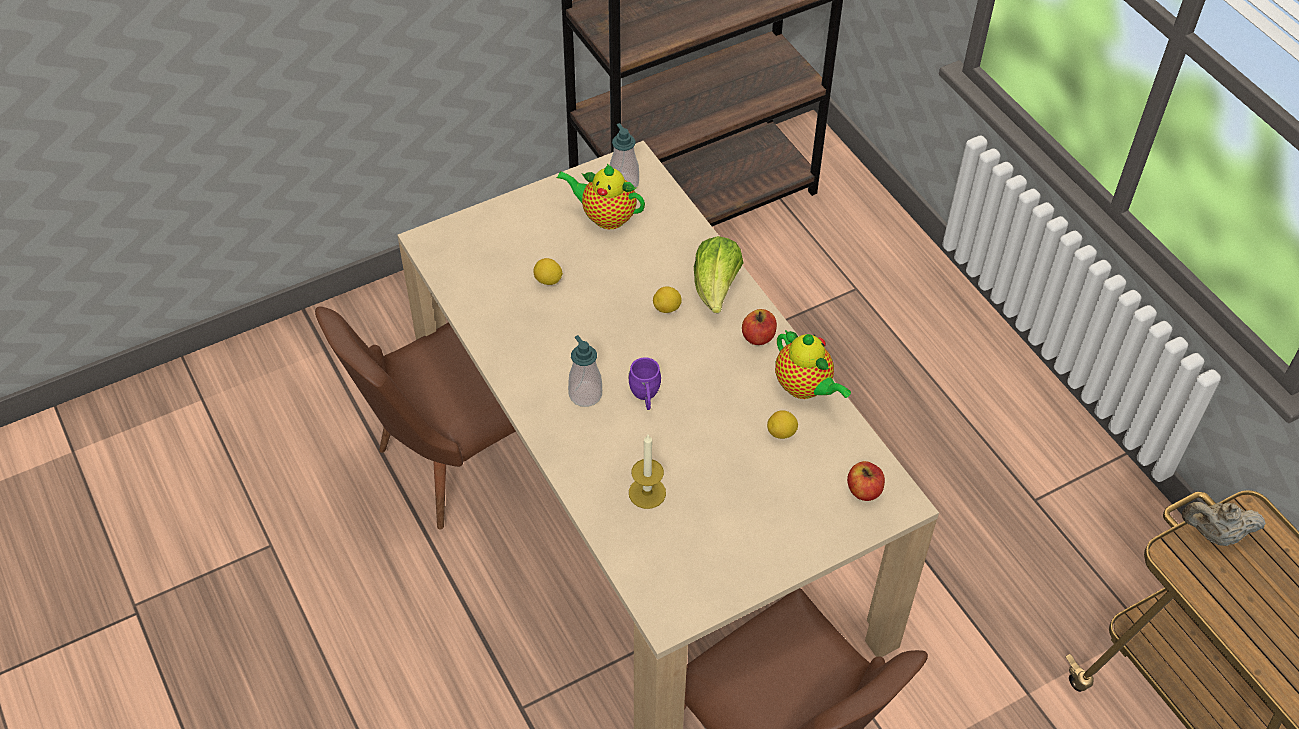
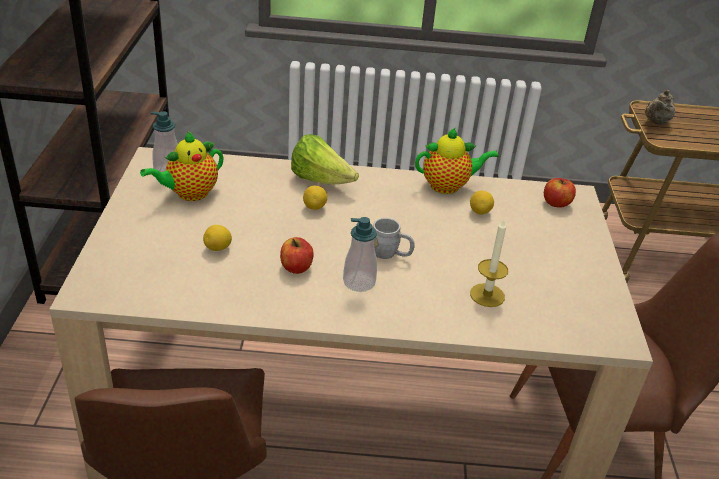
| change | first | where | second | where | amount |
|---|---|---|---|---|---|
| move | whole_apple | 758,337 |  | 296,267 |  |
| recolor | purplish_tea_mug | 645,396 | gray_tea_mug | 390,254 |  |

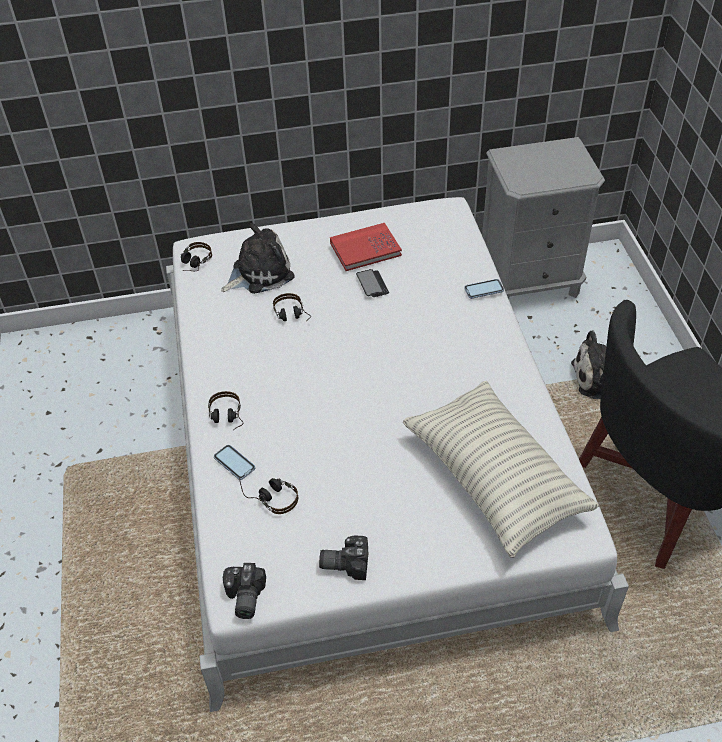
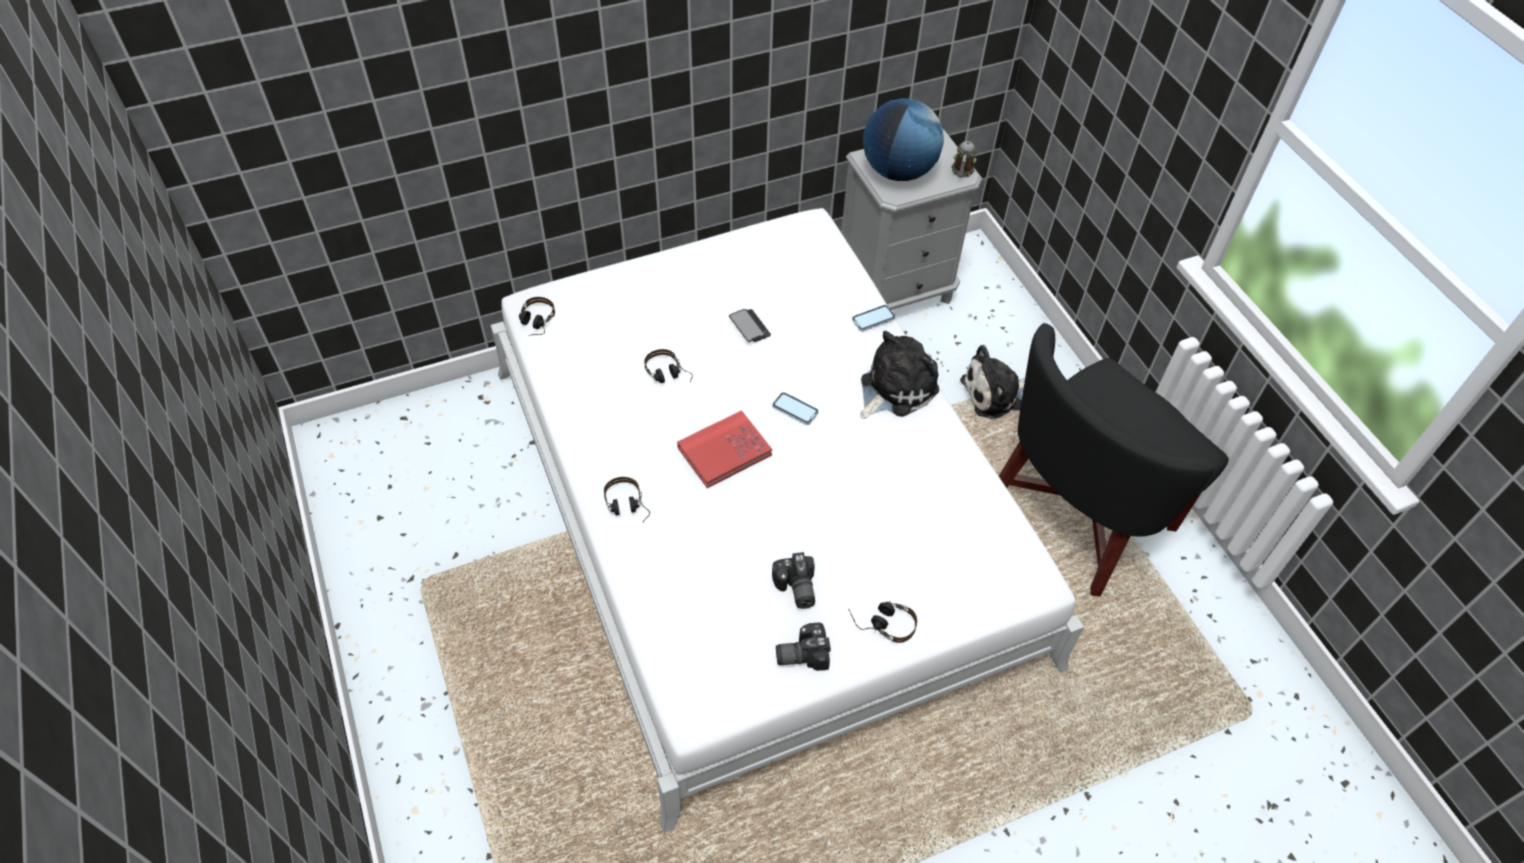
| change | first | where | second | where | amount |
|---|---|---|---|---|---|
| move | cuddly_toy | 259,273 |  | 894,388 |  |
| move | red_book | 365,249 |  | 724,451 |  |
| delete | pillow | 494,479 |  |  |  |
| move | handset | 234,463 |  | 795,409 |  |
| move | headset | 270,496 |  | 882,622 |  |
| move | photo_camera | 243,598 |  | 795,589 |  |
| insert |  |  | world_globe | 898,171 |  |
| insert |  |  | tea_mug | 961,173 |  |

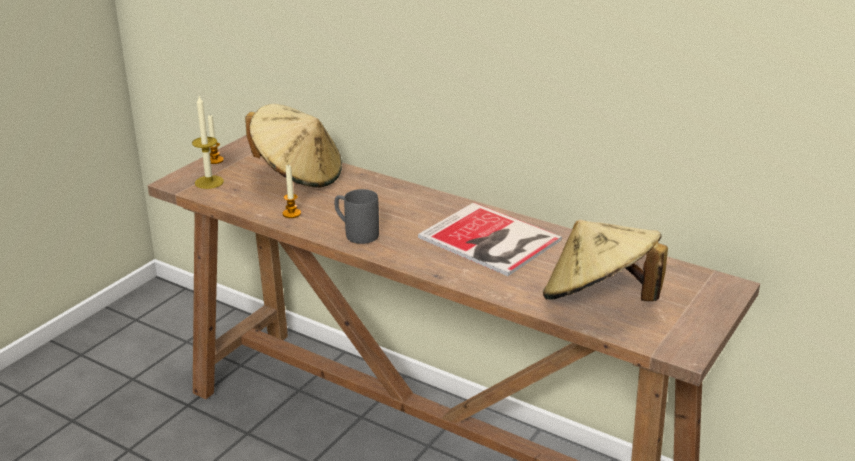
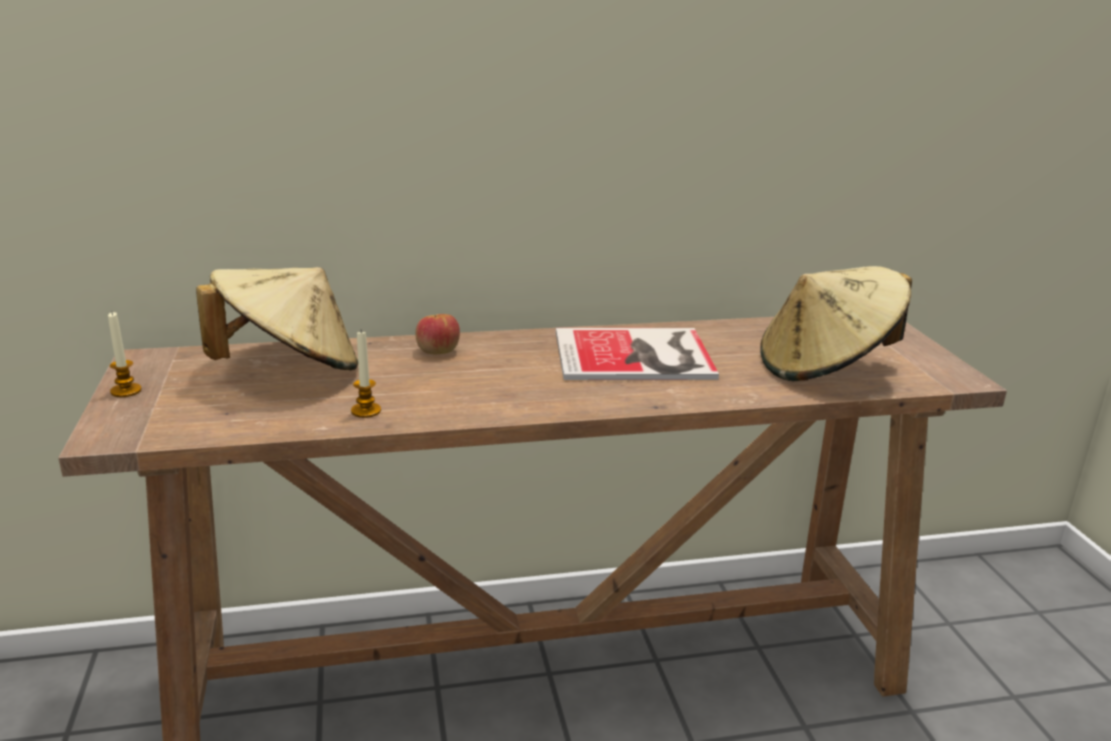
| change | first | where | second | where | amount |
|---|---|---|---|---|---|
| delete | wax_light | 209,182 |  |  |  |
| delete | gray_tea_mug | 355,233 |  |  |  |
| insert |  |  | whole_apple | 437,351 |  |

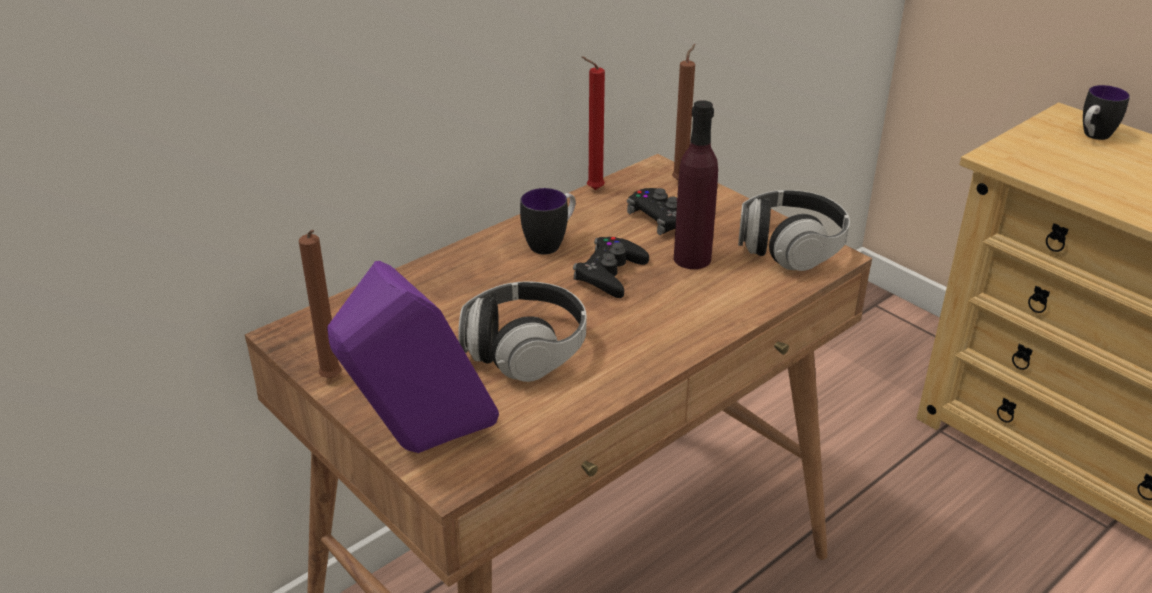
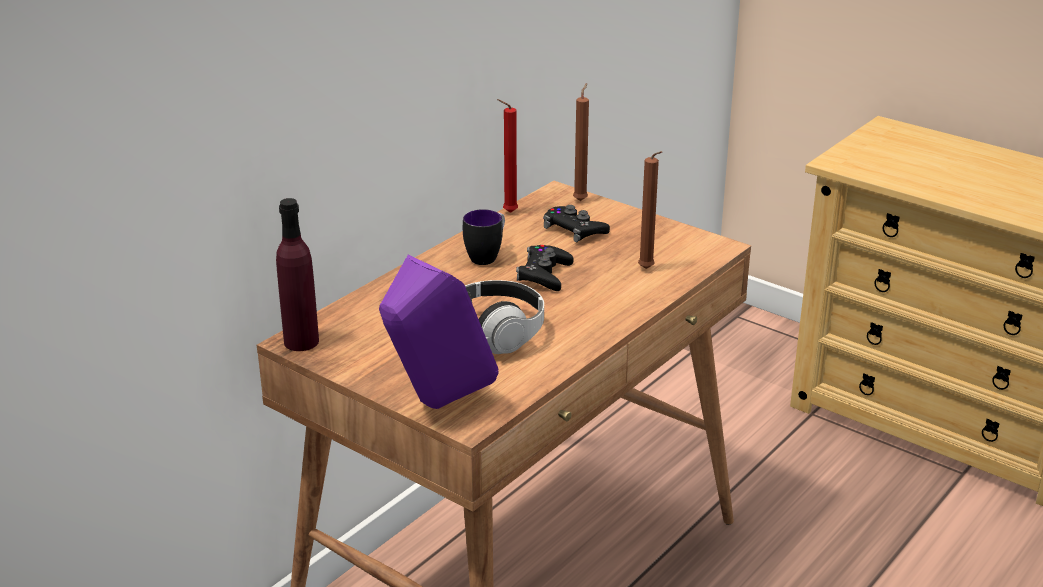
| change | first | where | second | where | amount |
|---|---|---|---|---|---|
| delete | tea_mug | 1093,137 |  |  |  |
| move | purplish_drink_bottle | 692,258 |  | 301,341 |  |
| delete | headset | 790,248 |  |  |  |
| move | brownish_wax_light | 332,380 |  | 647,270 |  |

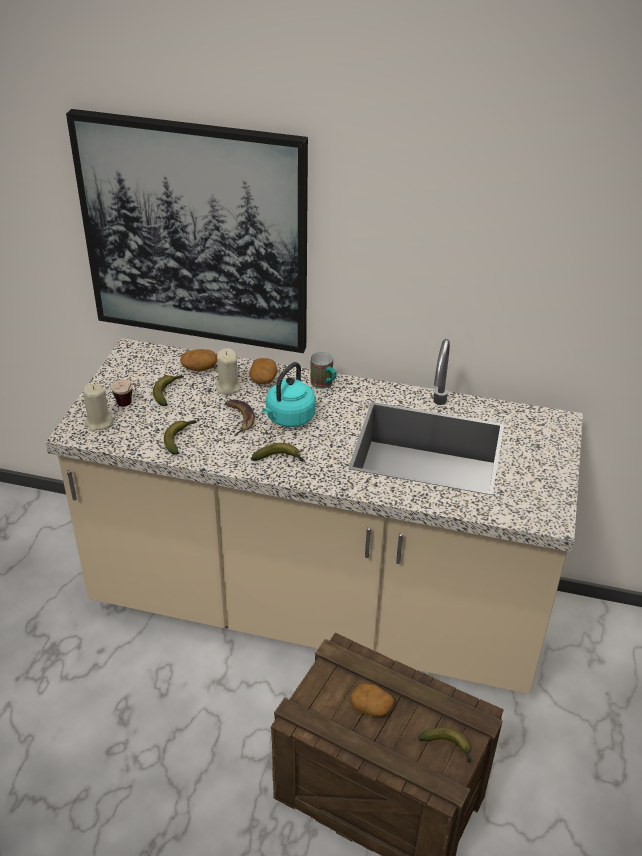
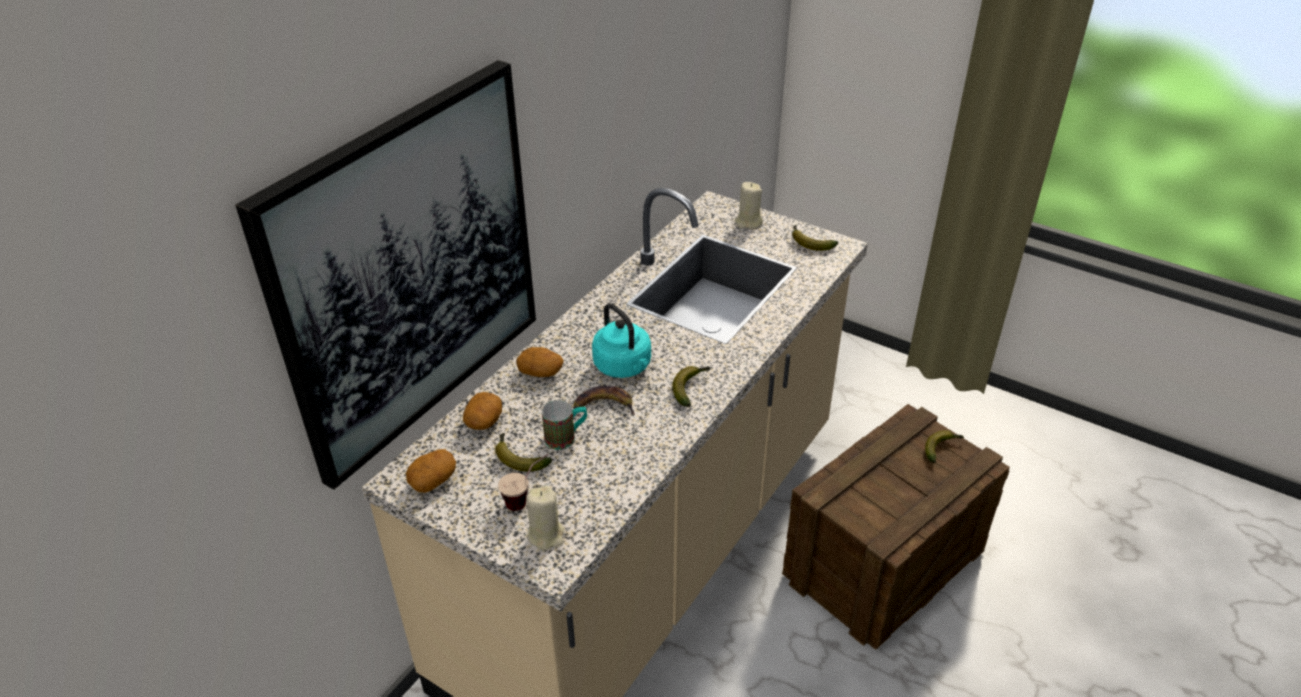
| change | first | where | second | where | amount |
|---|---|---|---|---|---|
| move | beige-coloured_wax_light | 228,387 |  | 748,222 |  |
| move | tea_mug | 324,384 |  | 566,437 |  |
| move | banana | 180,439 |  | 809,242 |  |
| move | spud | 371,707 |  | 433,480 |  |

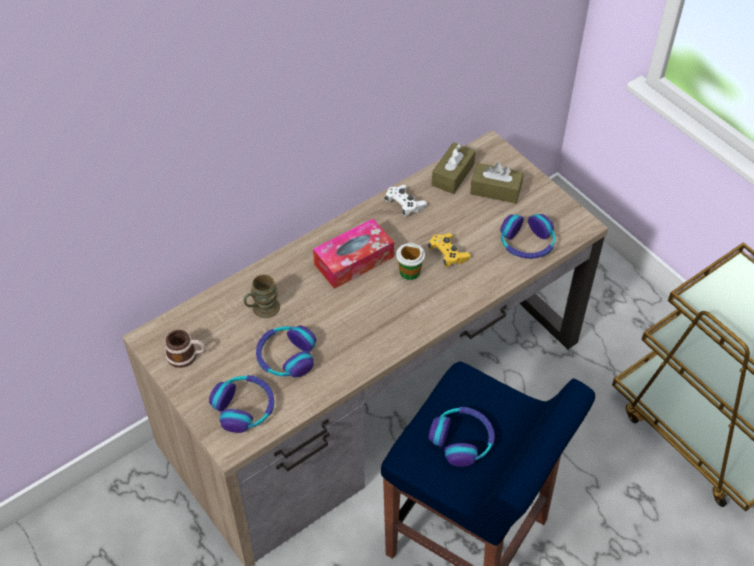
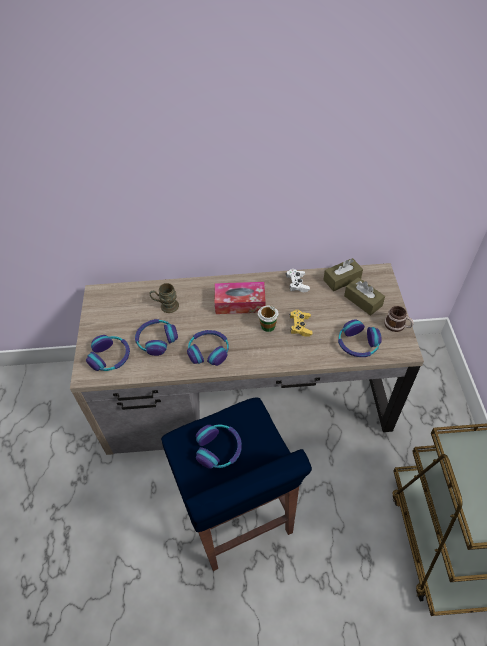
| change | first | where | second | where | amount |
|---|---|---|---|---|---|
| move | tea_mug | 186,356 |  | 397,325 |  |
| insert |  |  | headset | 208,351 |  |

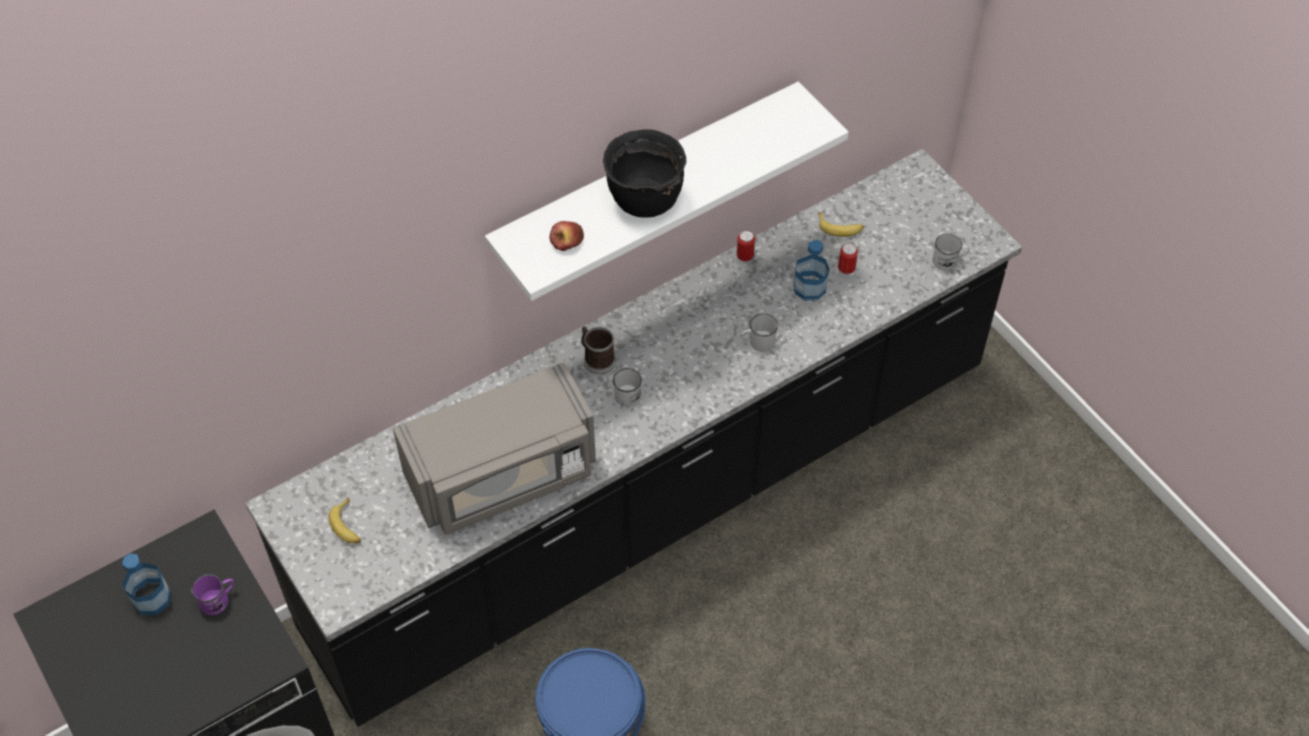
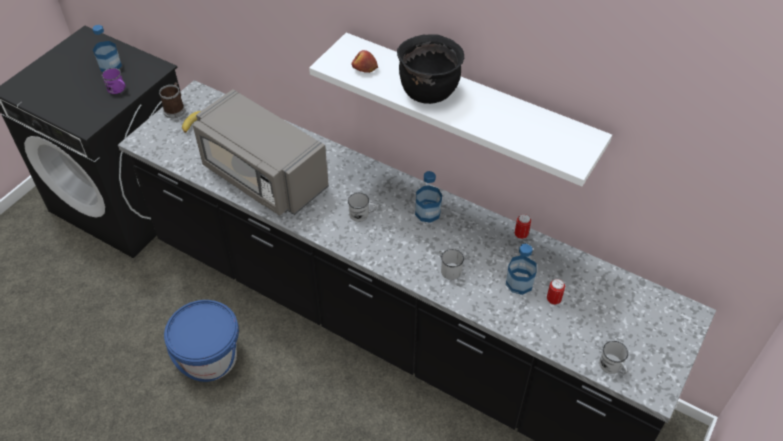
| change | first | where | second | where | amount |
|---|---|---|---|---|---|
| delete | banana | 840,228 |  |  |  |
| move | tea_mug | 597,359 |  | 175,109 |  |
| insert |  |  | drink_bottle | 427,212 |  |

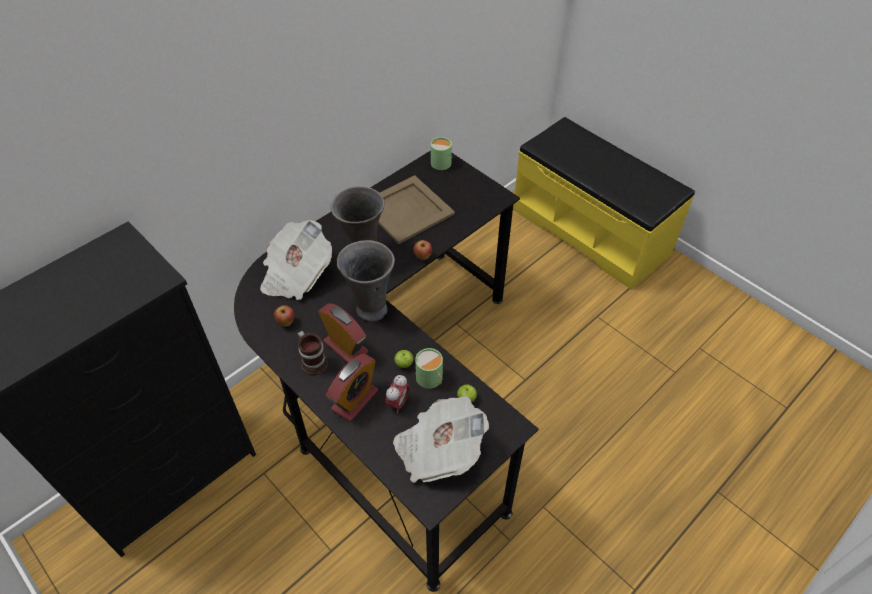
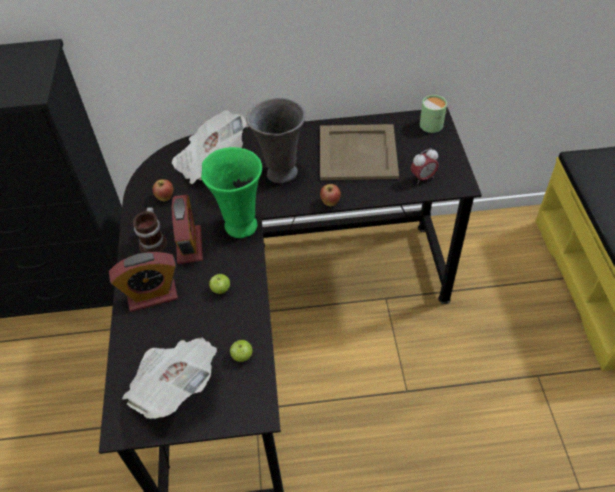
| change | first | where | second | where | amount |
|---|---|---|---|---|---|
| recolor | gray_vase | 370,309 | green_vase | 240,225 |  |
| delete | green_tea_mug | 430,379 |  |  |  |
| move | bedside_clock | 398,403 |  | 423,178 |  |

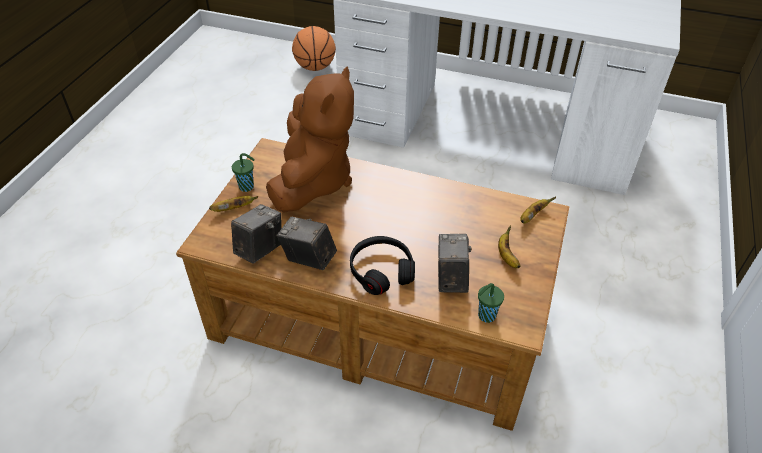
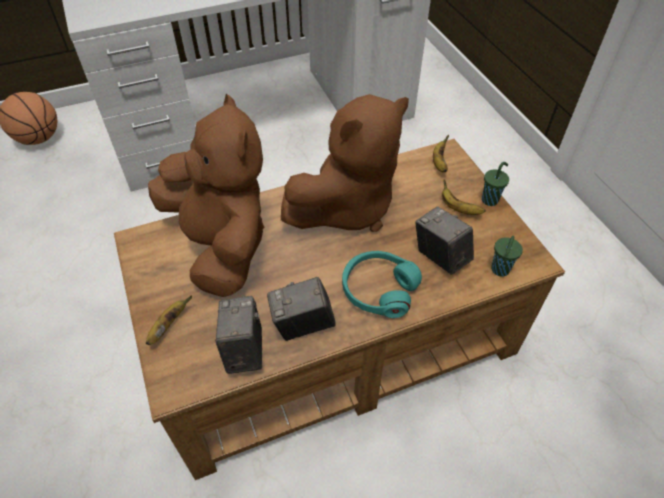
| change | first | where | second | where | amount |
|---|---|---|---|---|---|
| move | green_small_cup | 247,187 |  | 490,200 |  |
| recolor | black_headset | 381,270 | turquoise-coloured_headset | 379,289 |  |
| insert |  |  | brownish_cuddly_toy | 347,207 |  |

